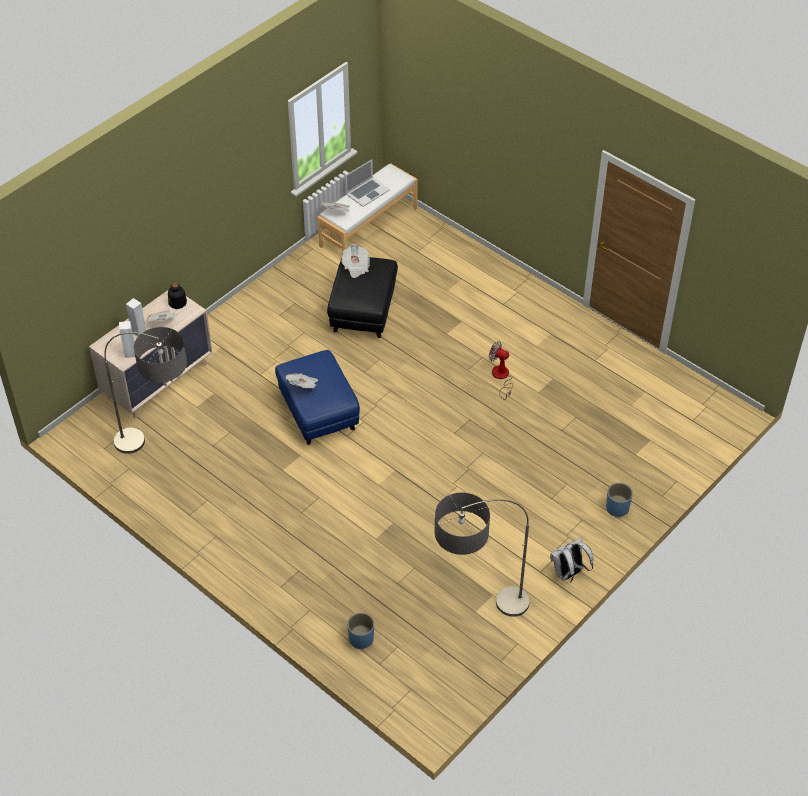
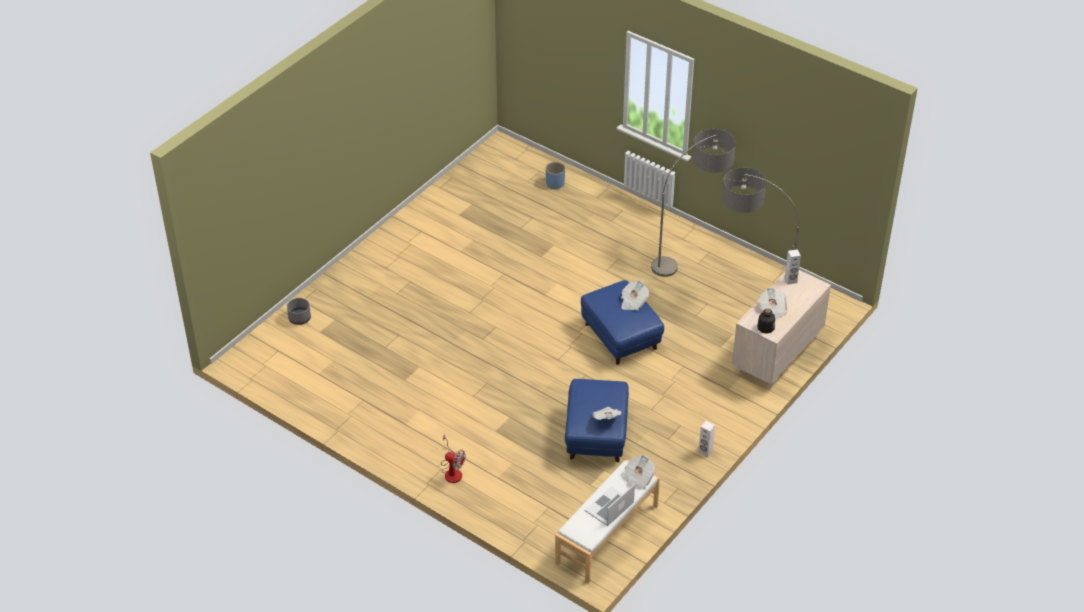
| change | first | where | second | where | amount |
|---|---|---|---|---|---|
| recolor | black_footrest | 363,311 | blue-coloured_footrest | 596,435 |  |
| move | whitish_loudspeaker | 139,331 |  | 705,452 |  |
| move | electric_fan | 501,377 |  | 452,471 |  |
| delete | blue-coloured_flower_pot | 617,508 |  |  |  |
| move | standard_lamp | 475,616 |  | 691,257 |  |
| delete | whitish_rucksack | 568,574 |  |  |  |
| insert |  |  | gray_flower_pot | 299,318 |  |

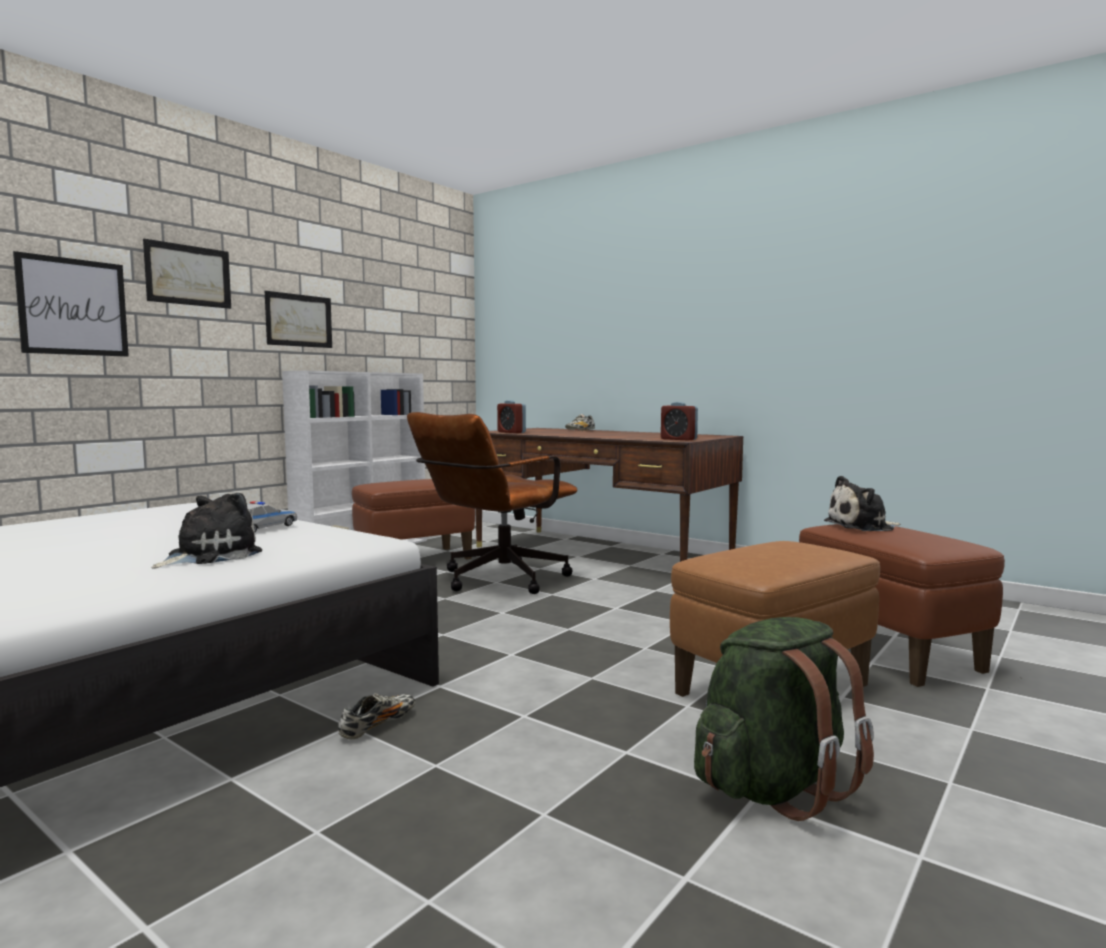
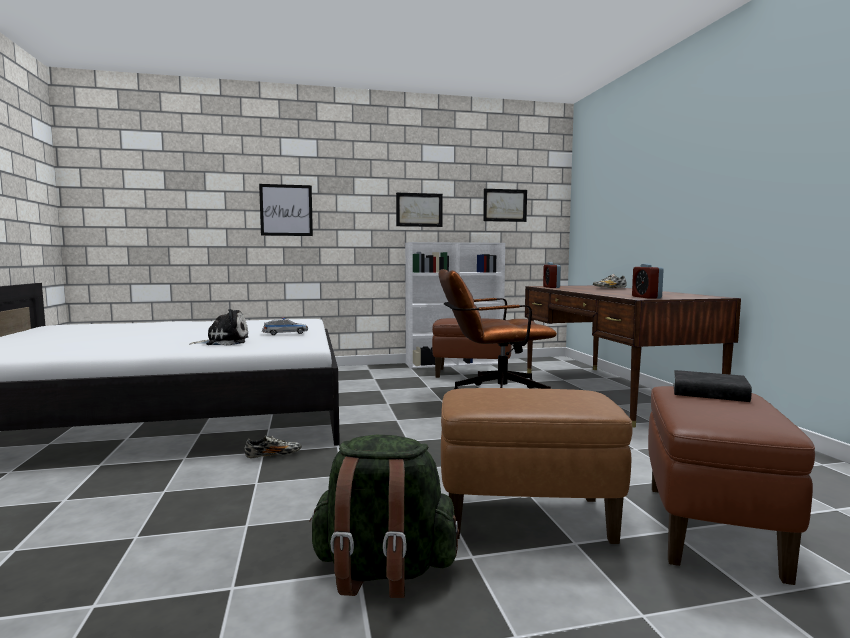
| change | first | where | second | where | amount |
|---|---|---|---|---|---|
| move | wall_picture | 188,275 |  | 505,205 |  |
| replace | cuddly_toy | 862,526 | black_book | 709,393 |  |

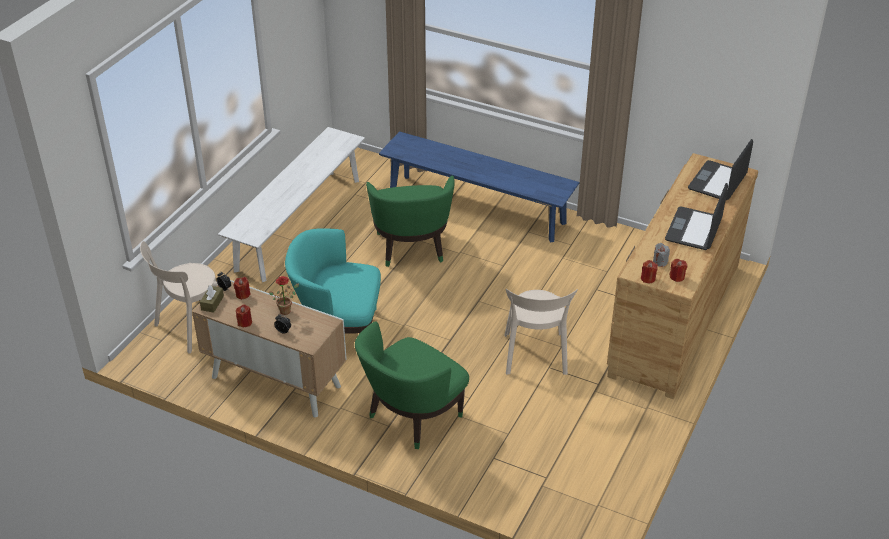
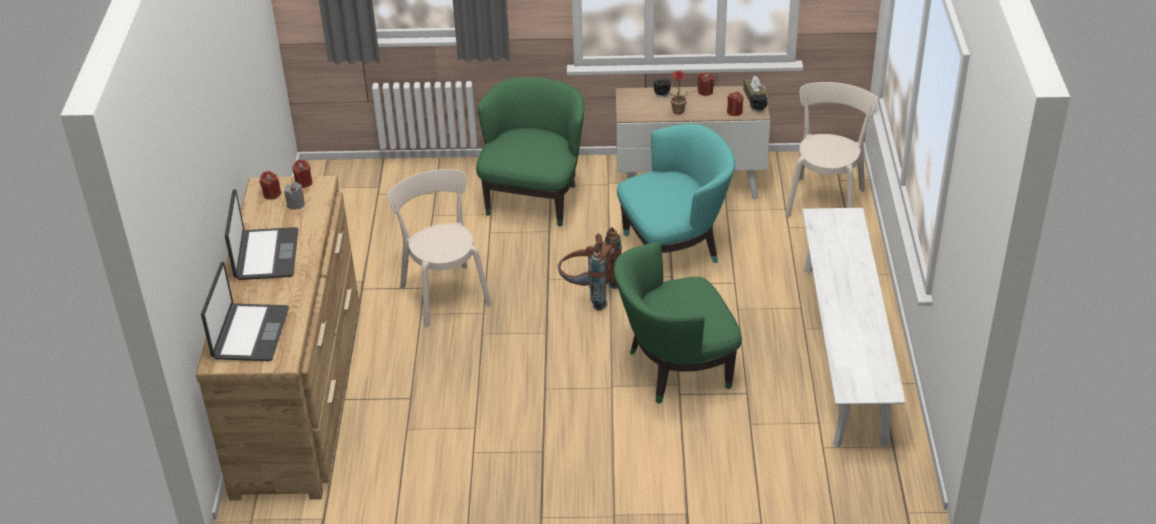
| change | first | where | second | where | amount |
|---|---|---|---|---|---|
| delete | blue-coloured_indoor_bench | 476,208 |  |  |  |
| rotate | green_armchair | 411,249 |  | 674,369 | 75 degrees counterclockwise |
| insert |  |  | brownish_rucksack | 589,292 |  |

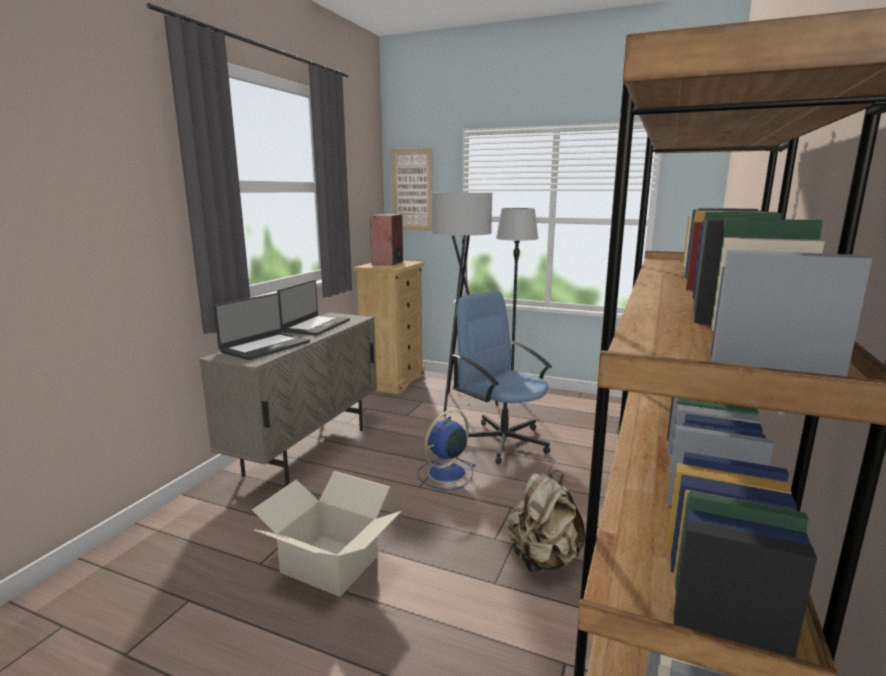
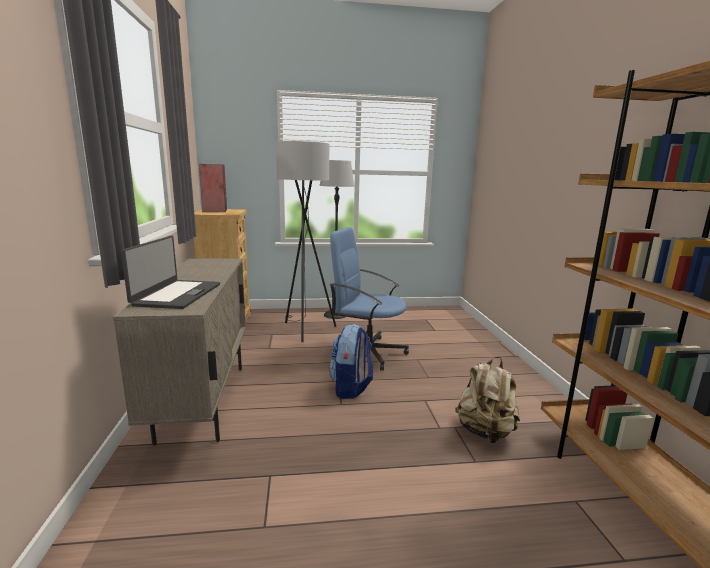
| change | first | where | second | where | amount |
|---|---|---|---|---|---|
| delete | wall_picture | 412,190 |  |  |  |
| delete | portable_computer | 315,326 |  |  |  |
| replace | blue-coloured_electric_fan | 445,474 | rucksack | 351,388 |  |
| delete | cardboard_box | 330,563 |  |  |  |

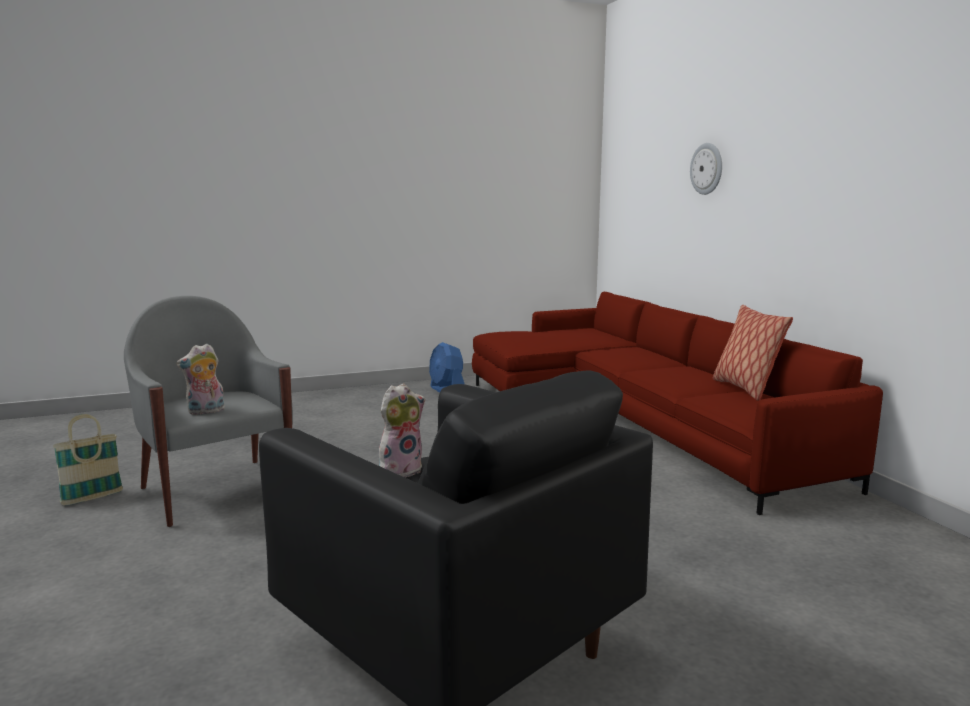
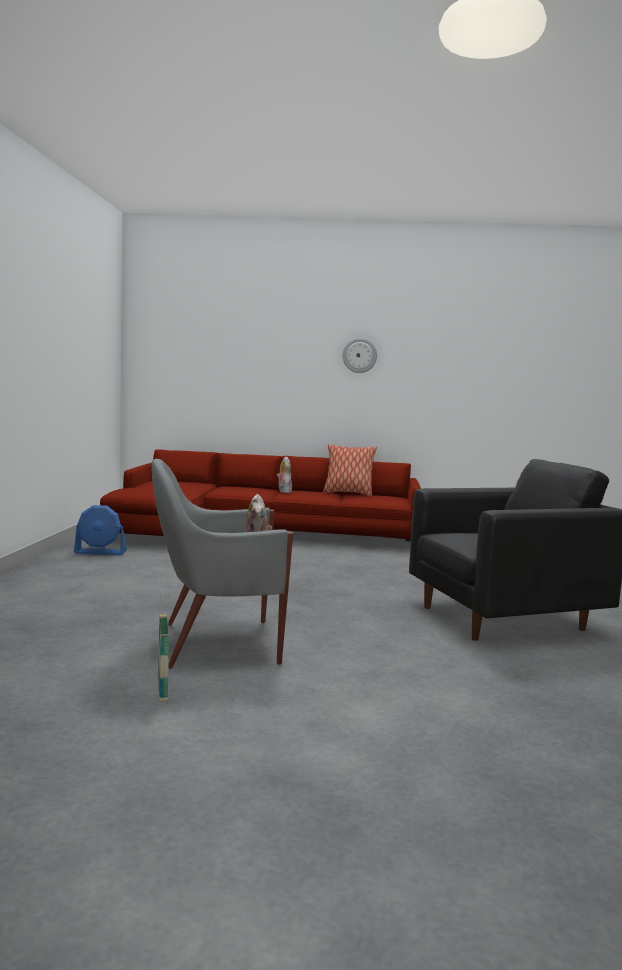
| change | first | where | second | where | amount |
|---|---|---|---|---|---|
| move | hanging_clock | 707,169 |  | 359,355 |  |
| move | cuddly_toy | 400,470 |  | 283,491 |  |

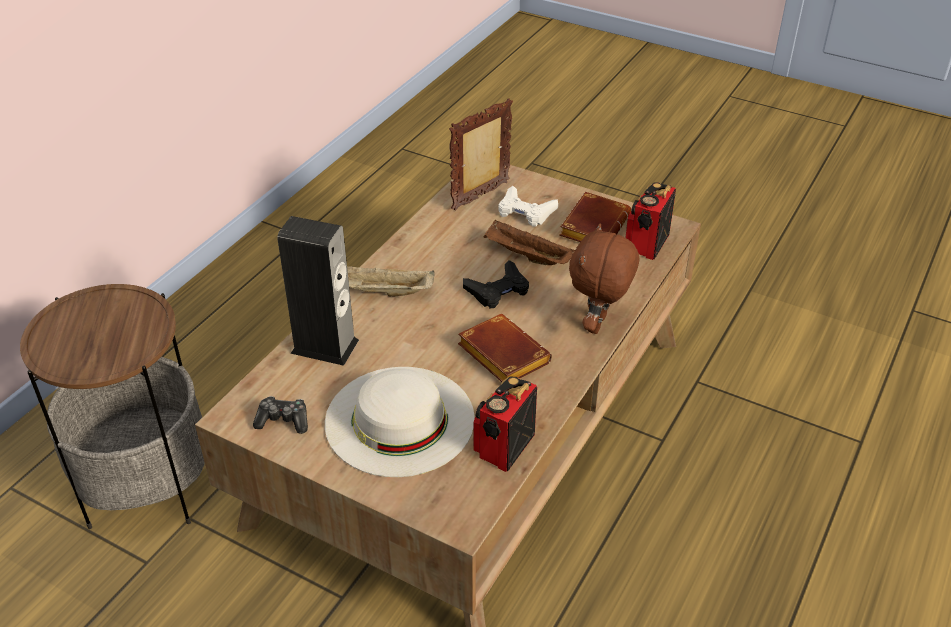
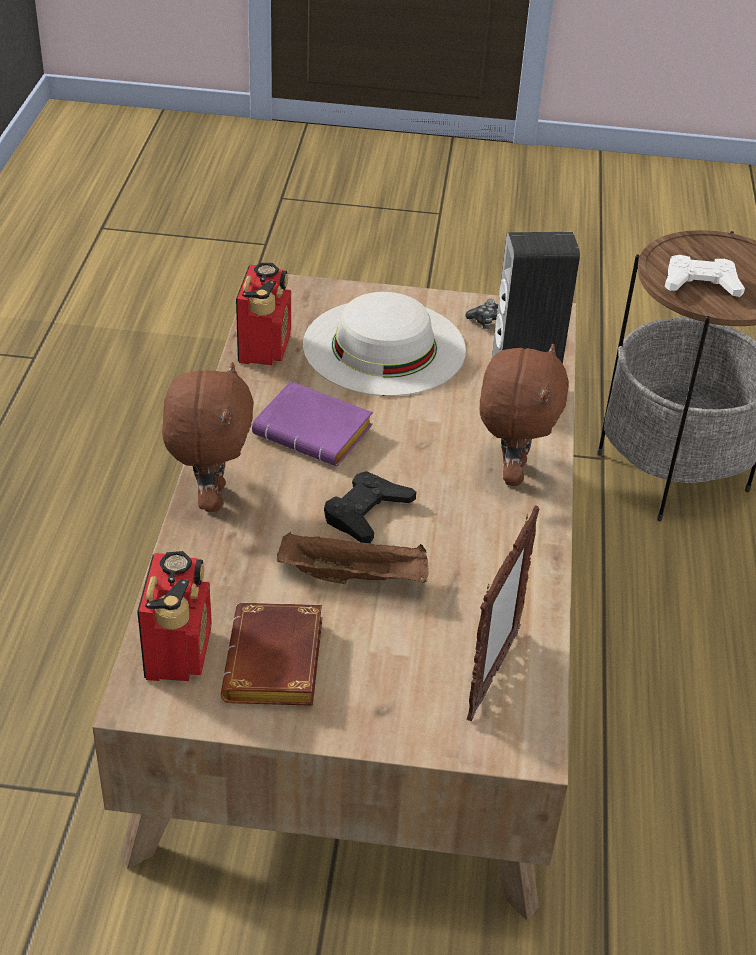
| change | first | where | second | where | amount |
|---|---|---|---|---|---|
| move | whitish_joypad | 525,211 |  | 701,284 |  |
| replace | beige-coloured_carrying_tray | 383,292 | brownish_cuddly_toy | 511,472 |  |
| recolor | brownish_book | 500,355 | purplish_book | 317,432 |  |

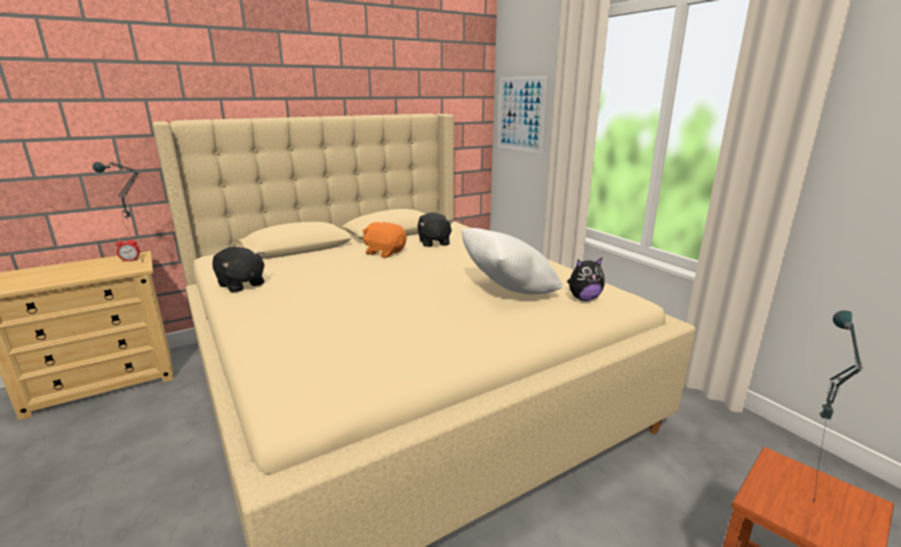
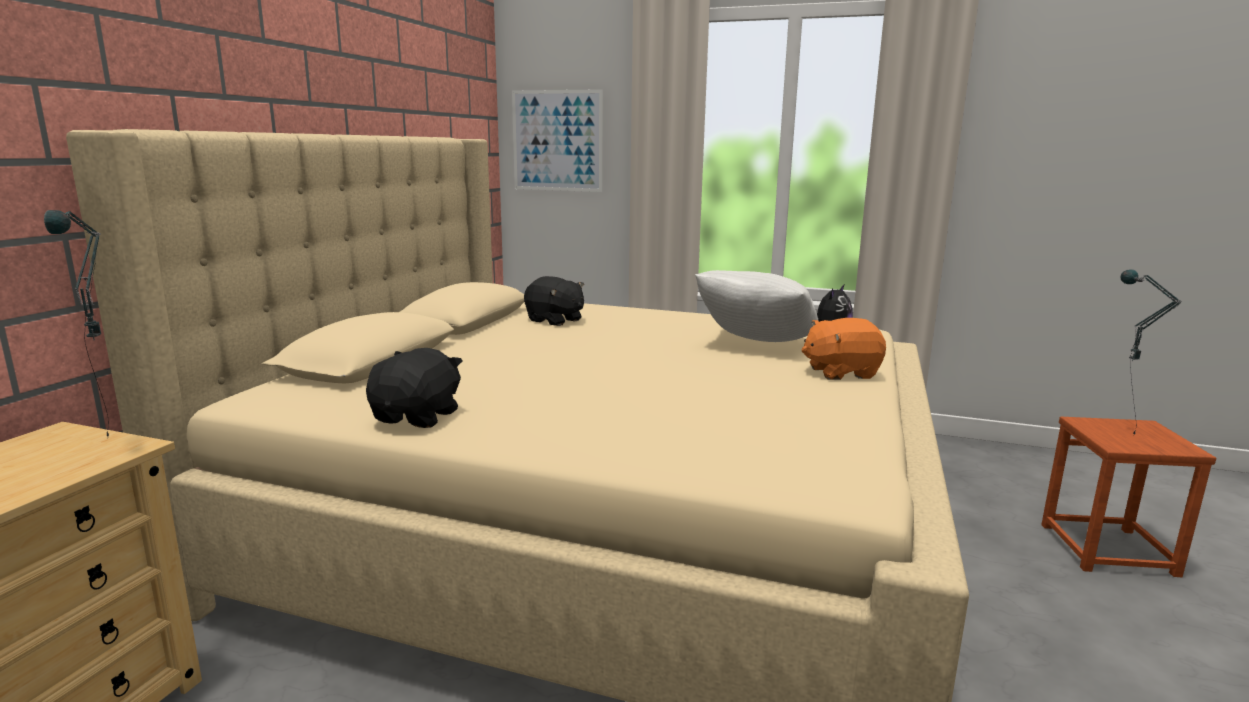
| change | first | where | second | where | amount |
|---|---|---|---|---|---|
| move | orange_cuddly_toy | 385,252 |  | 840,372 |  |
| delete | bedside_clock | 130,260 |  |  |  |
| rotate | black_cuddly_toy | 241,285 |  | 418,417 | 75 degrees counterclockwise |

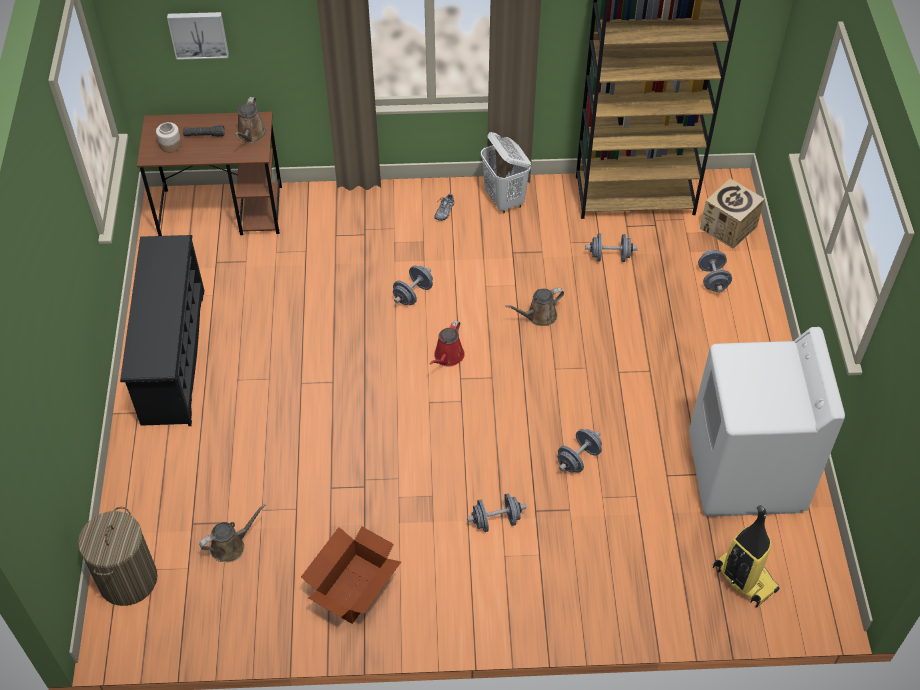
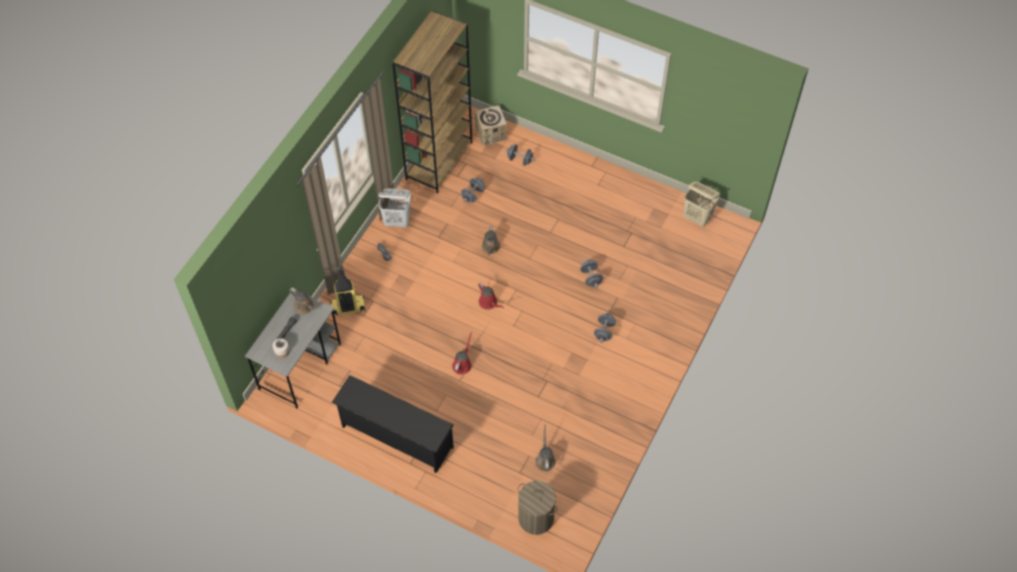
| change | first | where | second | where | amount |
|---|---|---|---|---|---|
| delete | wall_picture | 198,34 |  |  |  |
| recolor | brownish_desk_unit | 222,211 | gray_desk_unit | 300,366 |  |
| delete | gray_free_weight | 413,294 |  |  |  |
| delete | whitish_laundry_machine | 745,473 |  |  |  |
| move | vacuum_cleaner | 743,579 |  | 348,307 |  |
| delete | cardboard_box | 353,588 |  |  |  |
| insert |  |  | beige-coloured_washing_basket | 697,218 |  |
| insert |  |  | red_watering_can | 462,364 |  |

